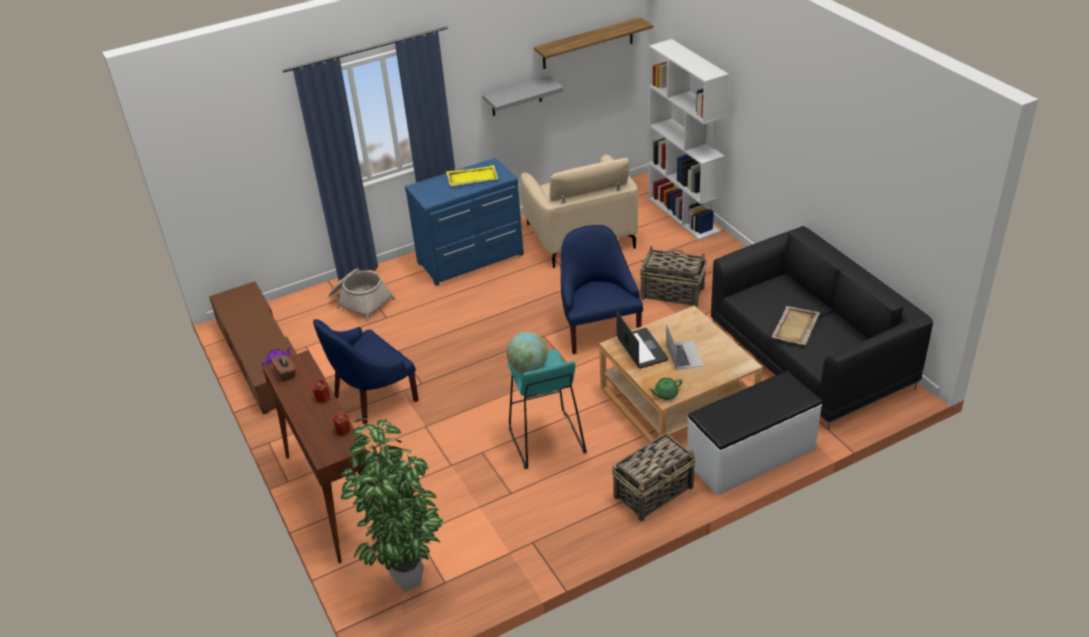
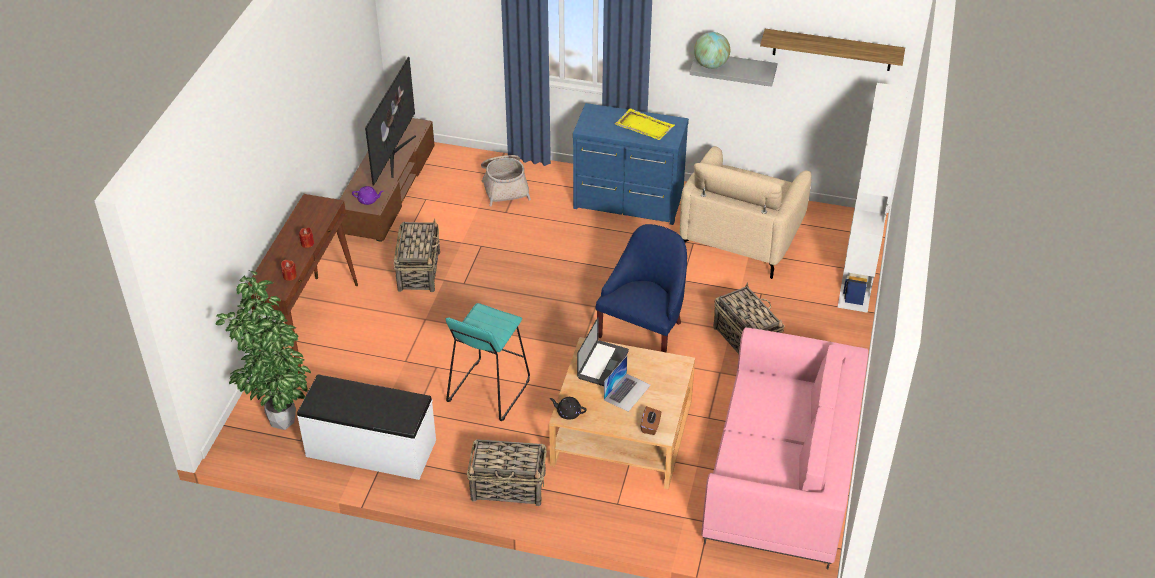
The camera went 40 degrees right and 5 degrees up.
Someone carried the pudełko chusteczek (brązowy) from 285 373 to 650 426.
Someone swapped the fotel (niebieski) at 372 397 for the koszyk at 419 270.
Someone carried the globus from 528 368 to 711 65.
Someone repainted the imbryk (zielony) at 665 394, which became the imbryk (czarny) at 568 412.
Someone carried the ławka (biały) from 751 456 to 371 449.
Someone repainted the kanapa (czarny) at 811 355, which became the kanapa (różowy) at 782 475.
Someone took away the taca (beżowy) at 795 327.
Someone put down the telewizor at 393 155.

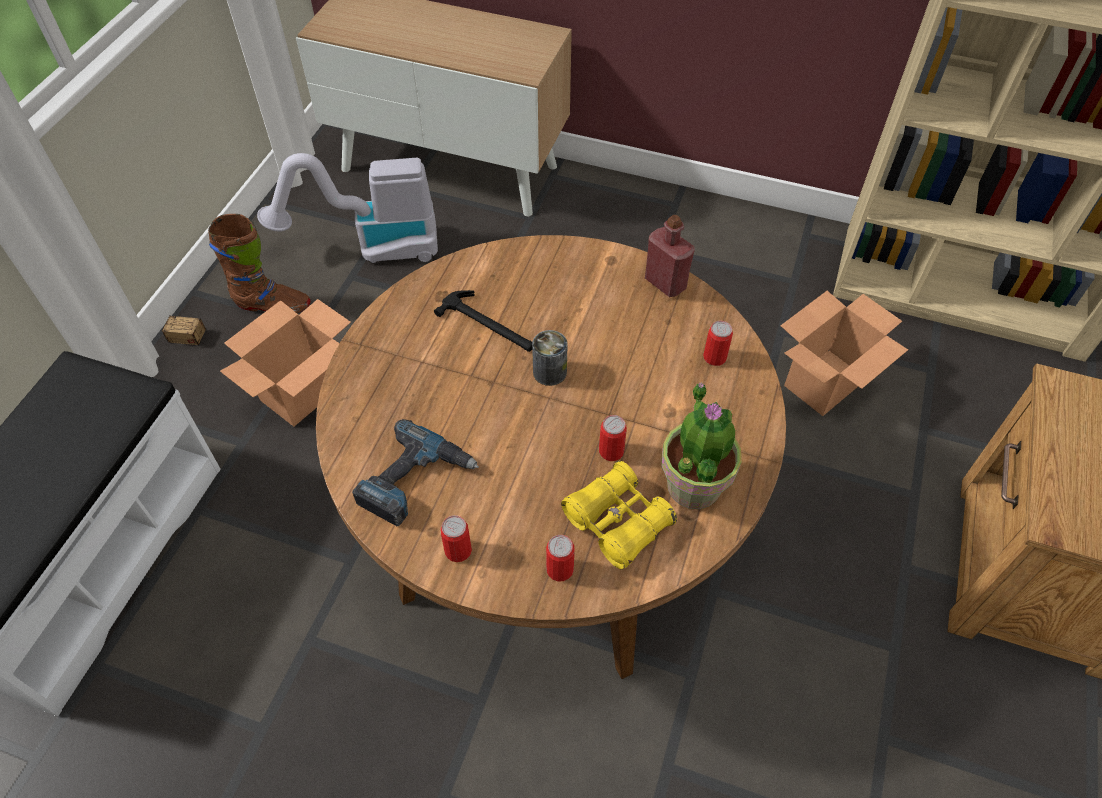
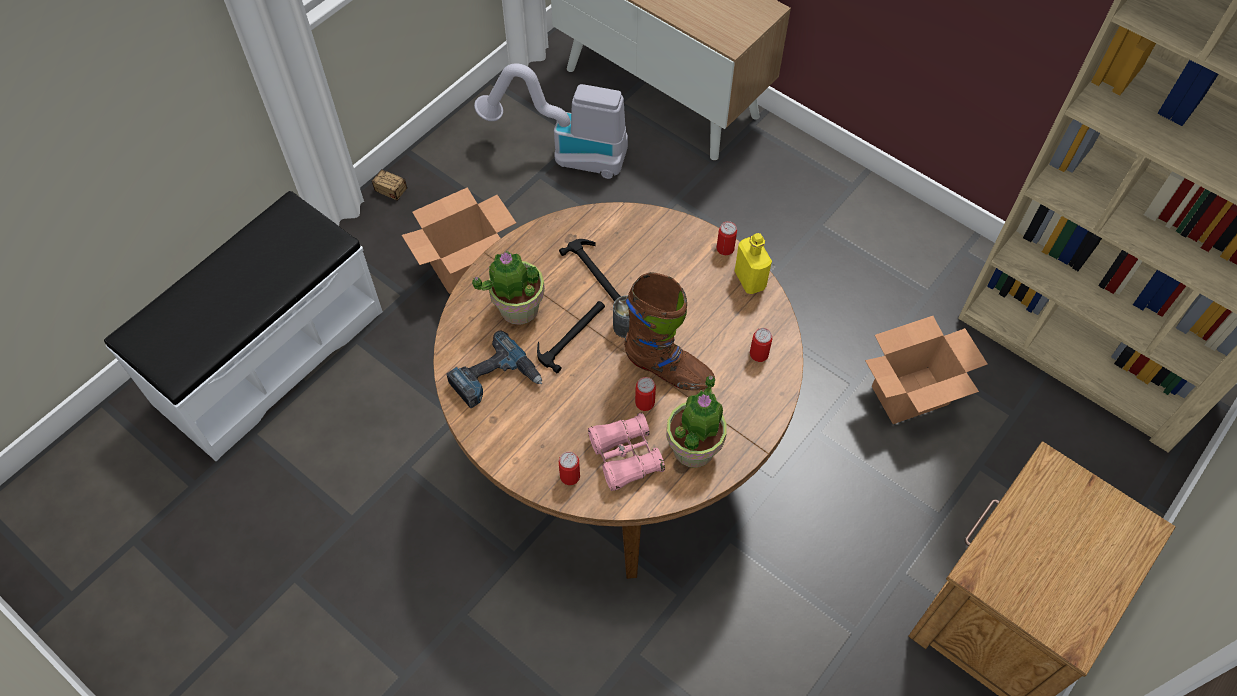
The camera went 20 degrees right and 5 degrees up.
Someone carried the but z cholewką (brązowy) from 272 305 to 668 369.
Someone carried the puszka from 458 550 to 725 248.
Someone repainted the lornetka (żółty) at 617 522, which became the lornetka (różowy) at 625 456.
Someone repainted the butelka (czerwony) at 665 283, which became the butelka (żółty) at 750 280.
Someone put down the roślina doniczkowa at 518 308.
Someone put down the młotek at 572 334.

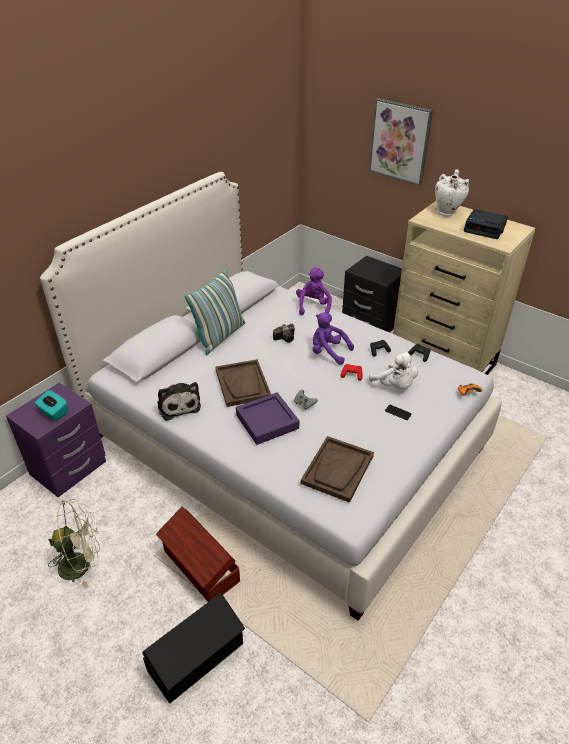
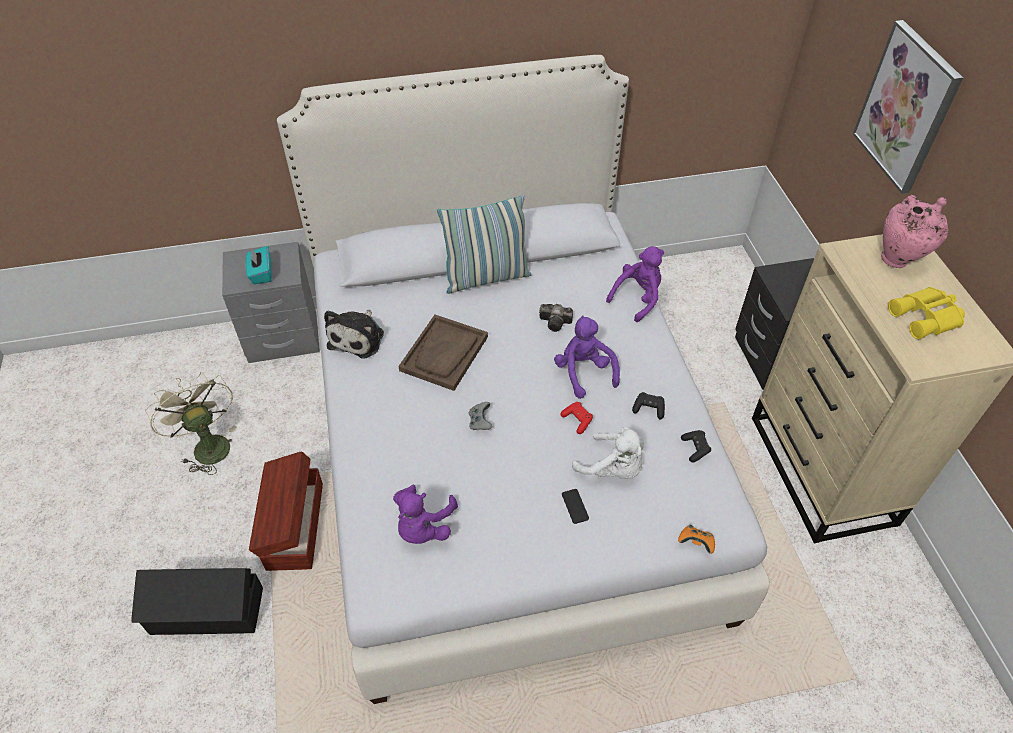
The camera went 40 degrees right and 10 degrees up.
Someone repainted the szafka nocna (fioletowy) at 68 468, which became the szafka nocna (szary) at 283 338.
Someone rotated the wentylator (beżowy) at 82 563 by 150 degrees counterclockwise.
Someone took away the taca (fioletowy) at 267 422.
Someone swapped the taca (brązowy) at 337 470 for the pluszak (fioletowy) at 423 527.
Someone rotated the pluszak (biały) at 394 386 by 60 degrees counterclockwise.
Someone repainted the wazon (biały) at 447 213, which became the wazon (różowy) at 898 260.
Someone swapped the budzik at 485 228 for the lornetka (żółty) at 926 318.

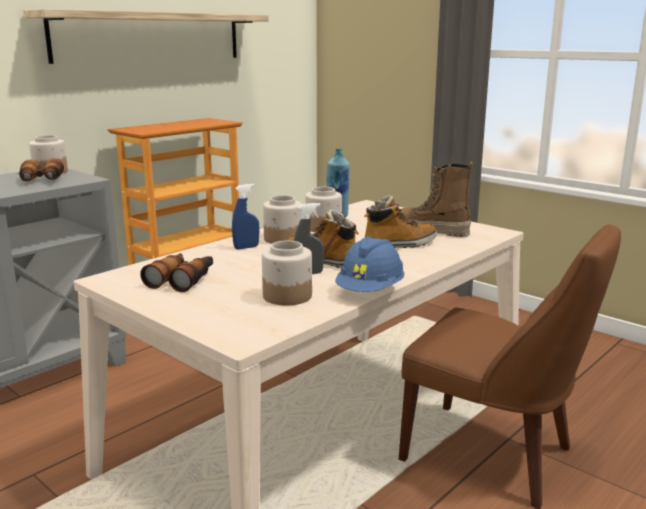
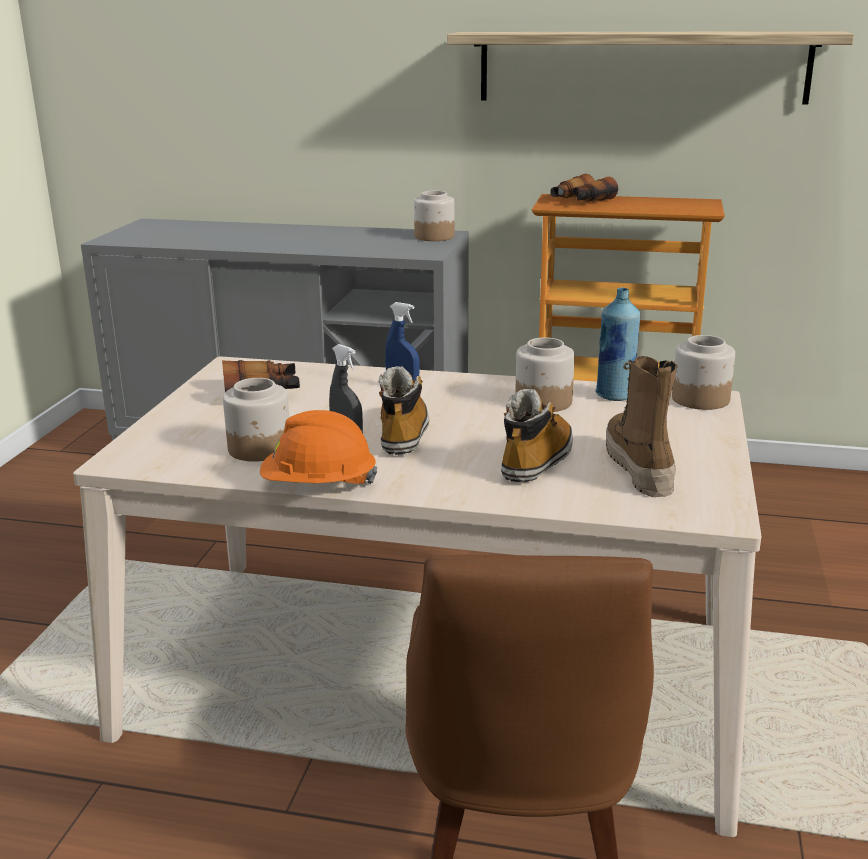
The camera went 60 degrees right and 5 degrees up.
Someone carried the lornetka from 41 181 to 580 201.
Someone carried the słoik from 283 239 to 700 399.
Someone repainted the kask (niebieski) at 370 291, which became the kask (pomarańczowy) at 318 486.
Someone rotated the but z cholewką at 400 244 by 105 degrees counterclockwise.

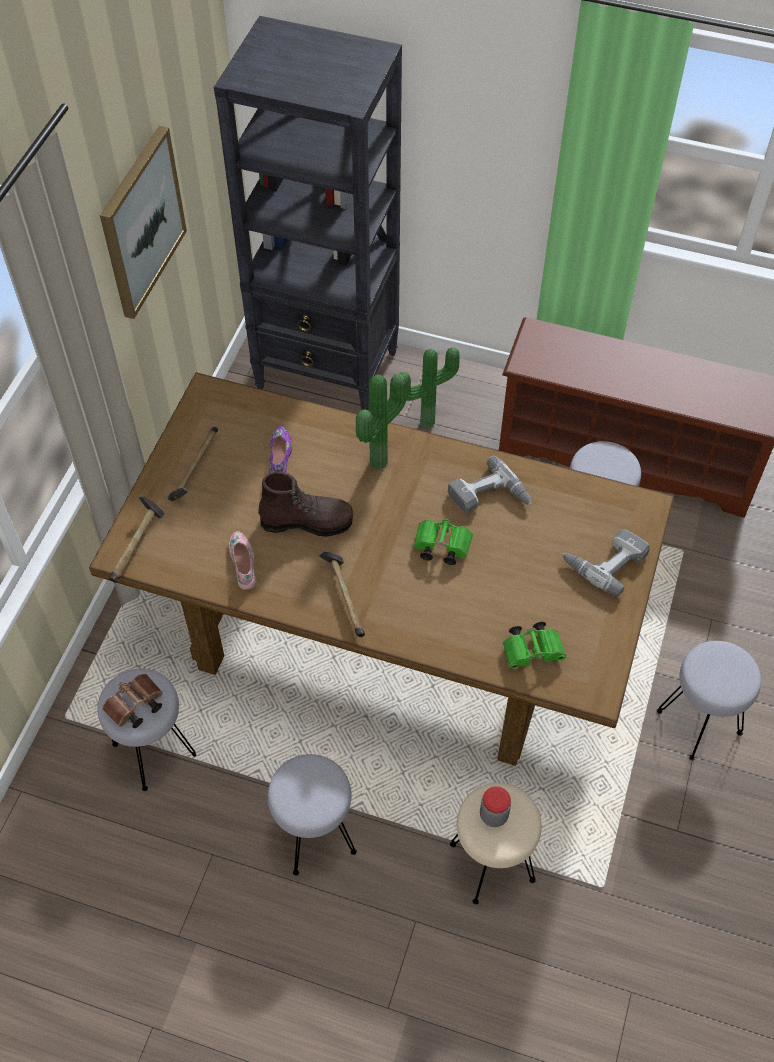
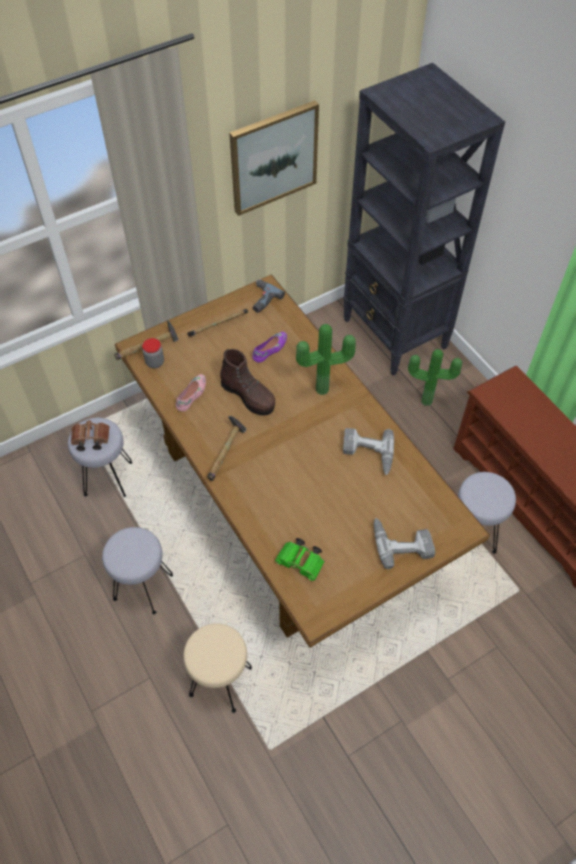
The camera went 40 degrees right and 0 degrees up.
Someone took away the lornetka (zielony) at 440 547.
Someone carried the słoik from 493 815 to 155 362.
Someone took away the stołek (szary) at 699 723.
Someone put down the wiertarka at 261 299.

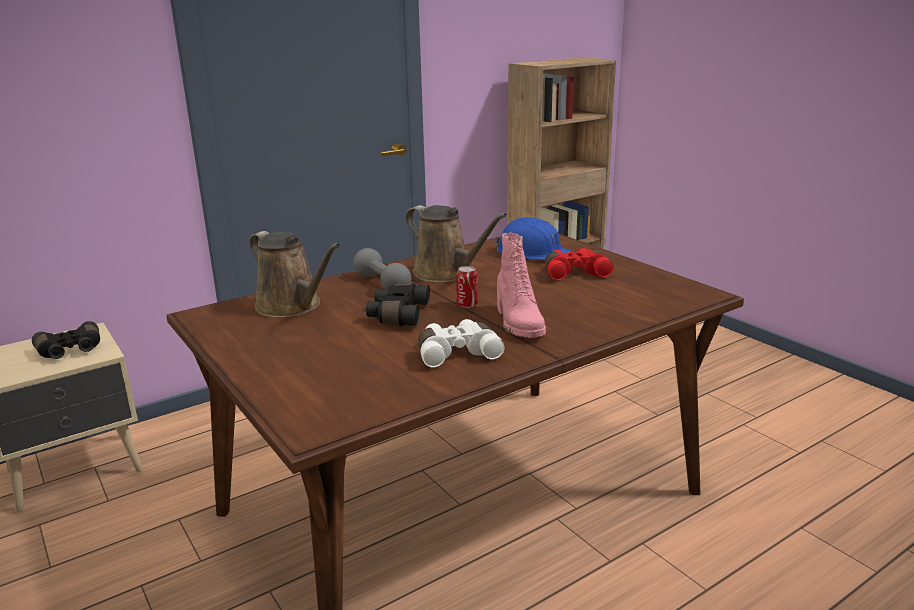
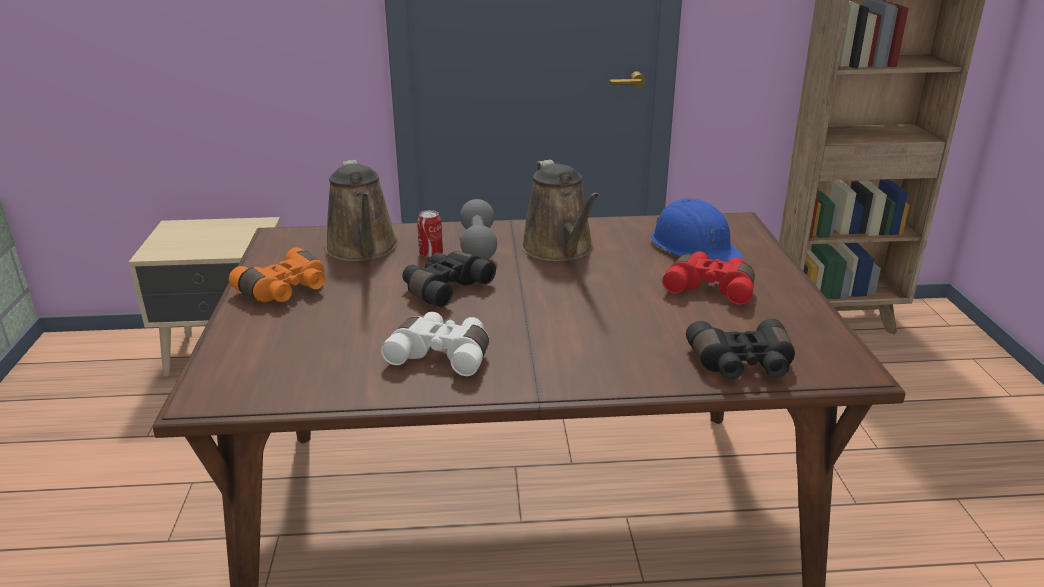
The camera went 30 degrees right and 5 degrees up.
Someone carried the lornetka (czarny) from 70 351 to 742 365.
Someone carried the puszka from 467 305 to 431 254.
Someone took away the but z cholewką (różowy) at 518 323.
Someone put down the lornetka (pomarańczowy) at 286 290.

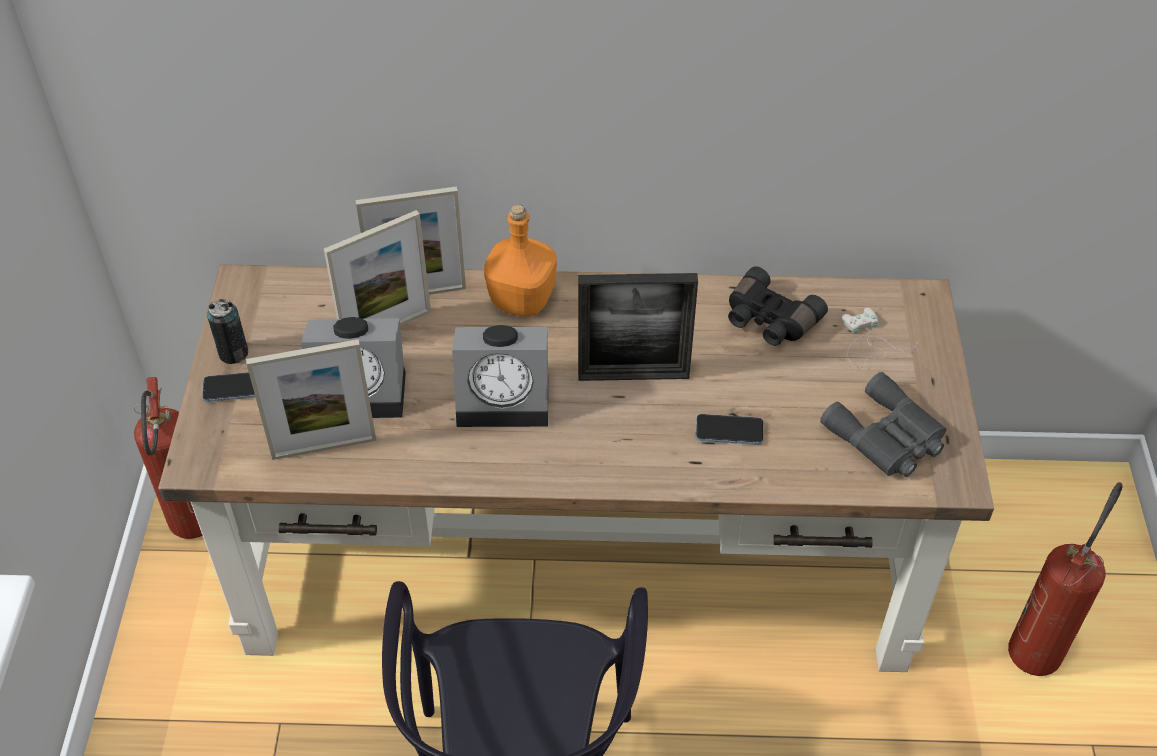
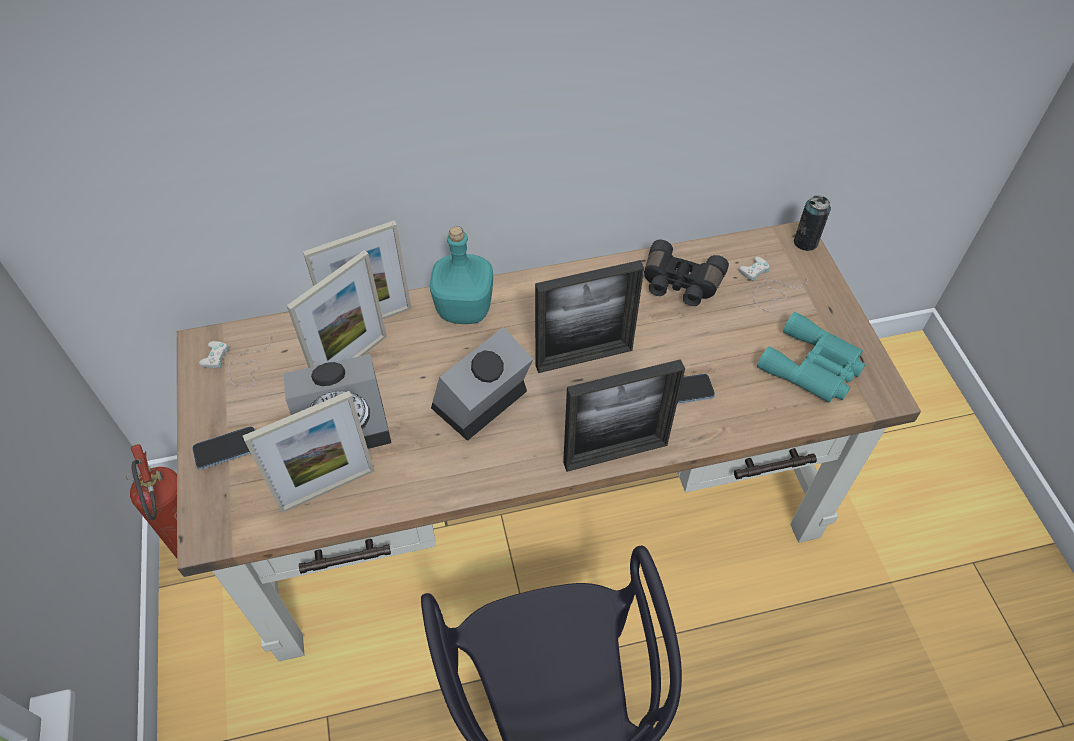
The camera went 15 degrees left and 5 degrees up.
Someone carried the puszka from 233 353 to 805 242.
Someone rotated the budzik at 506 399 by 150 degrees clockwise.
Someone repainted the butelka (pomarańczowy) at 522 299, which became the butelka (turkusowy) at 464 308.
Someone repainted the lornetka (szary) at 887 437, which became the lornetka (turkusowy) at 813 367.
Someone took away the gaśnica at 1040 643.
Someone put down the pad do gier (biały) at 237 364.
Someone put down the ramka na zdjęcie at 615 454.

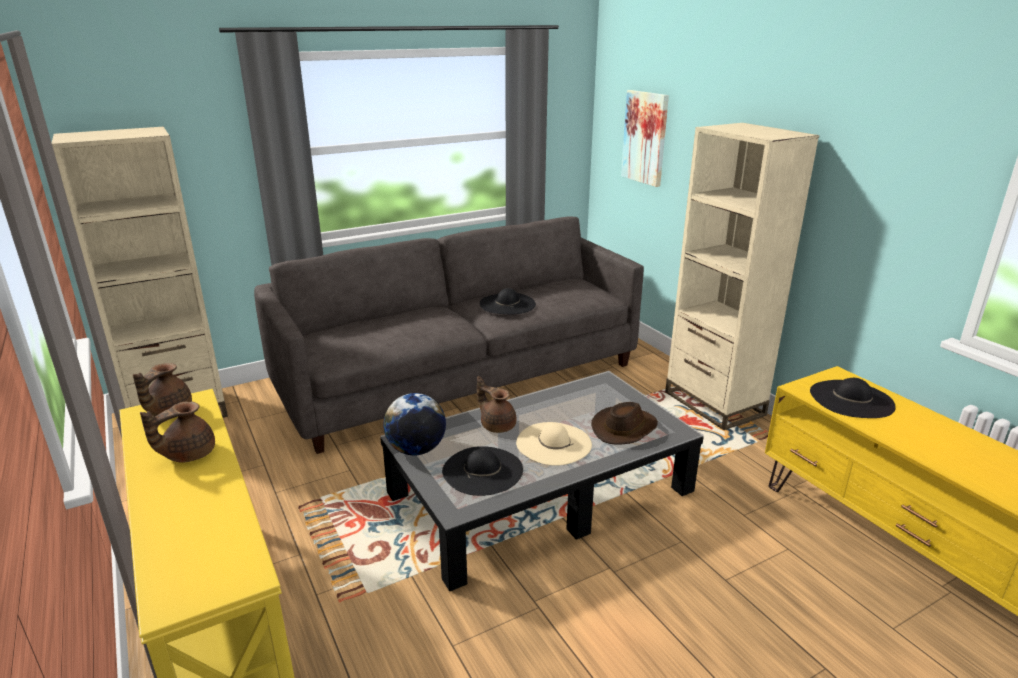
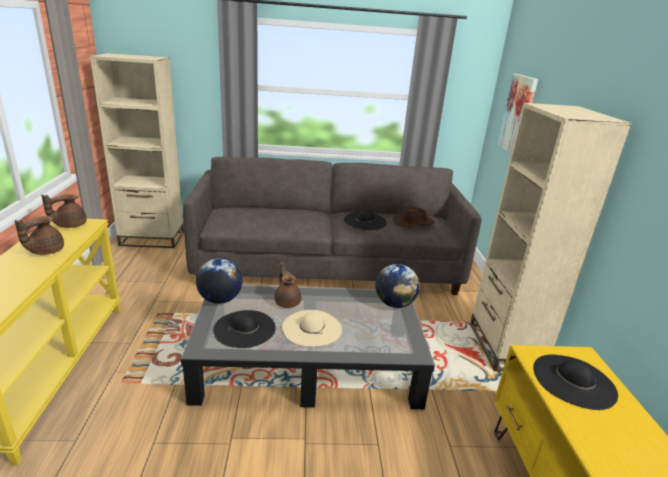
The camera went 25 degrees right and 0 degrees up.
Someone rotated the imbryk (brązowy) at 188 454 by 45 degrees counterclockwise.
Someone carried the kapelusz (brązowy) from 624 428 to 413 222.
Someone put down the globus at 394 304.

